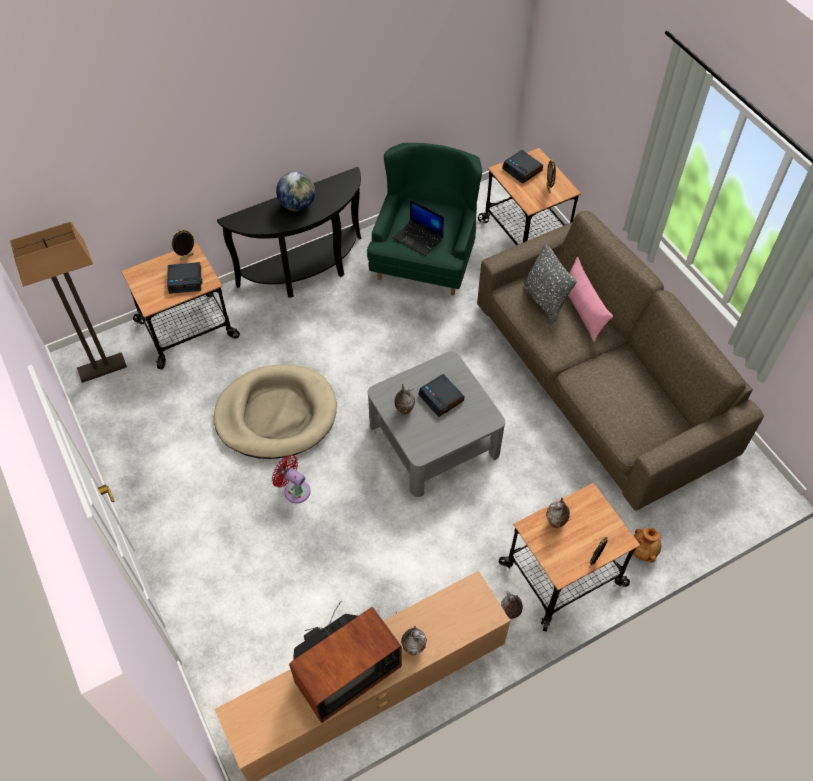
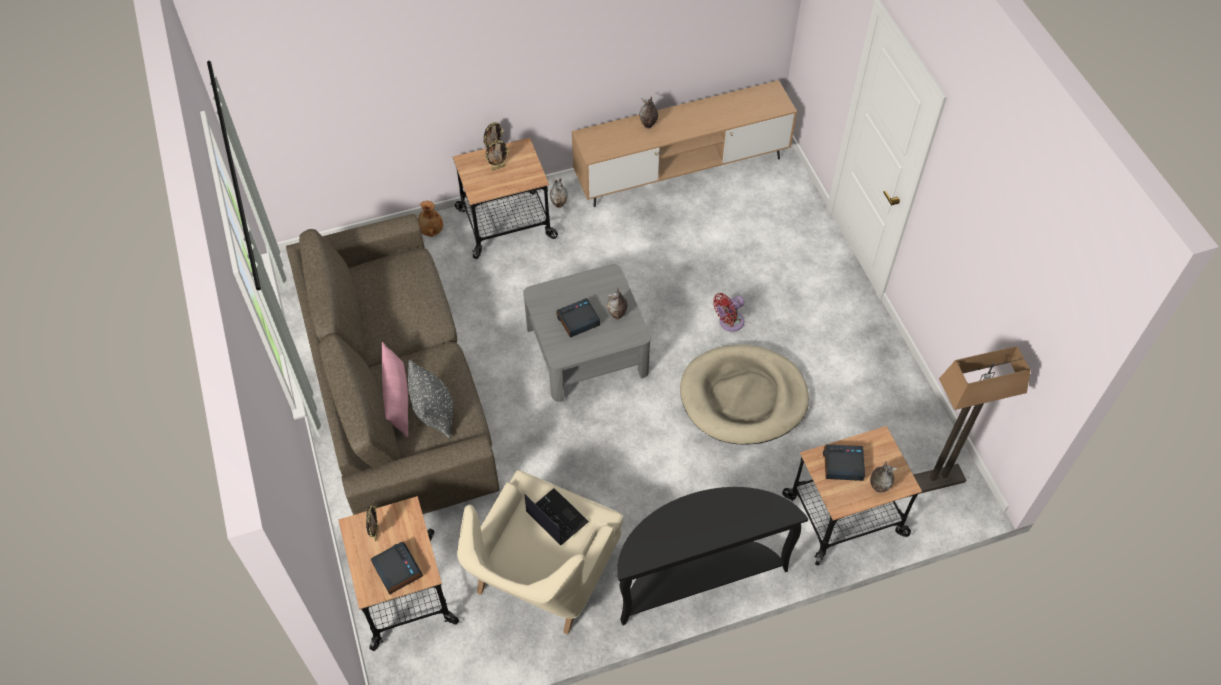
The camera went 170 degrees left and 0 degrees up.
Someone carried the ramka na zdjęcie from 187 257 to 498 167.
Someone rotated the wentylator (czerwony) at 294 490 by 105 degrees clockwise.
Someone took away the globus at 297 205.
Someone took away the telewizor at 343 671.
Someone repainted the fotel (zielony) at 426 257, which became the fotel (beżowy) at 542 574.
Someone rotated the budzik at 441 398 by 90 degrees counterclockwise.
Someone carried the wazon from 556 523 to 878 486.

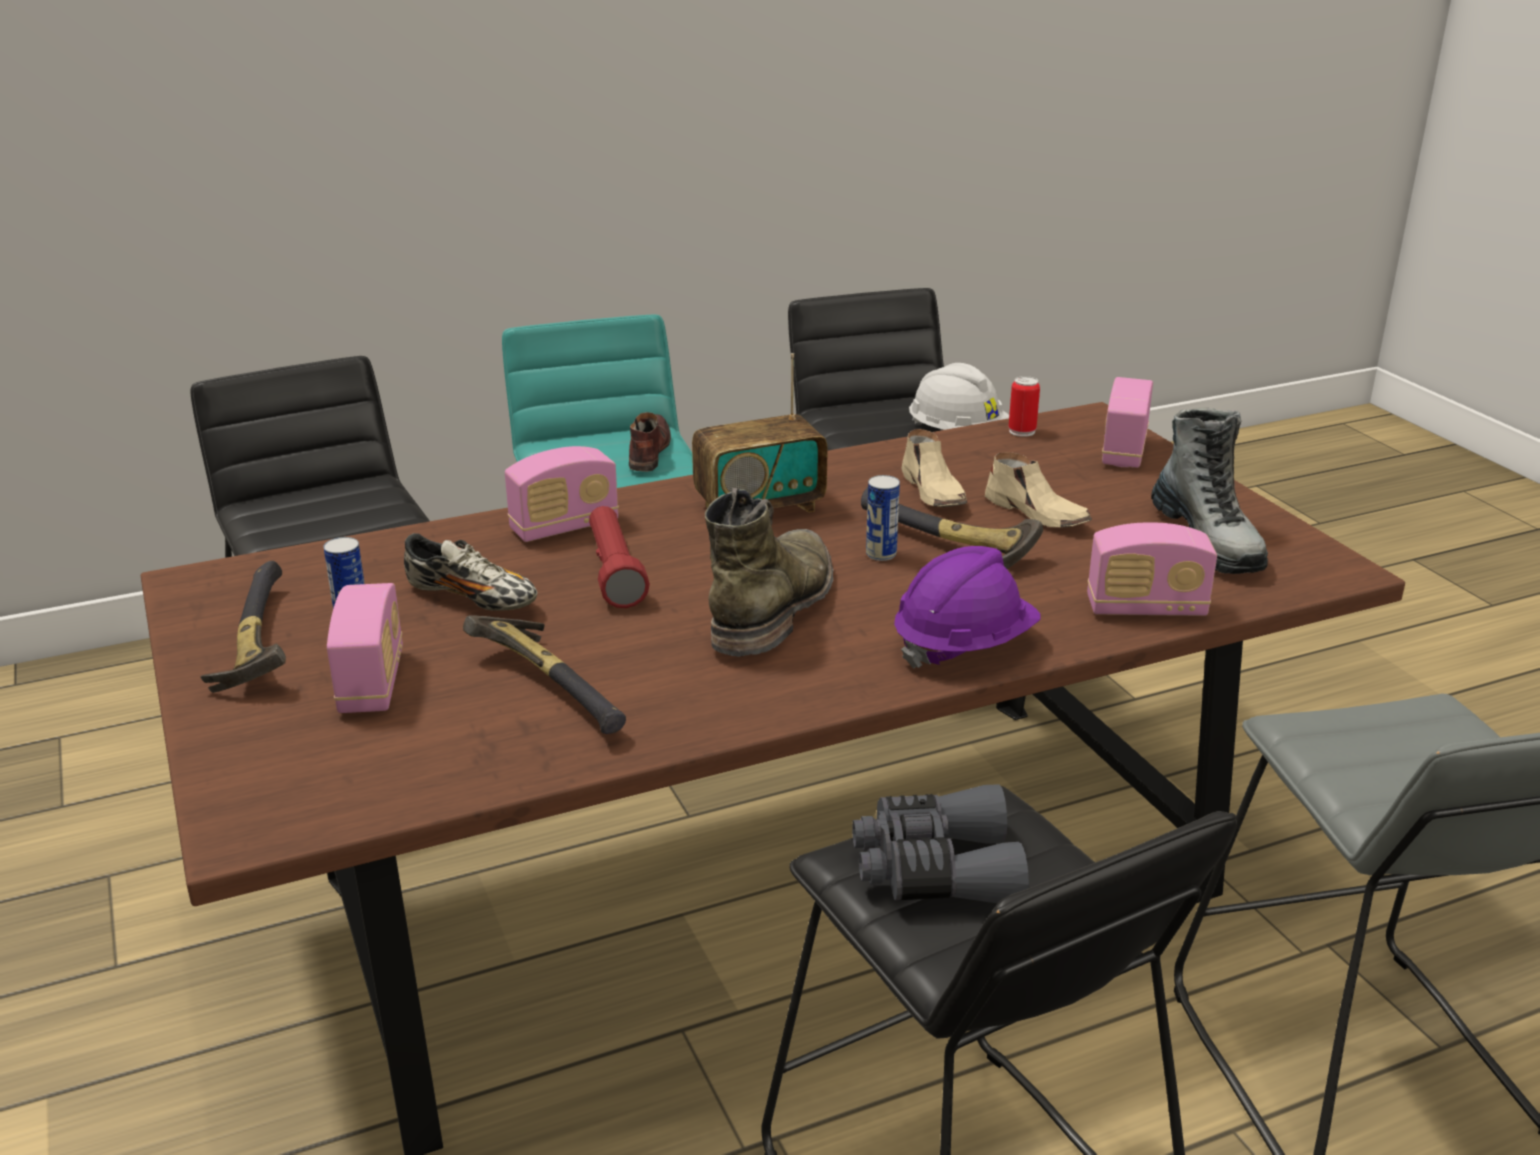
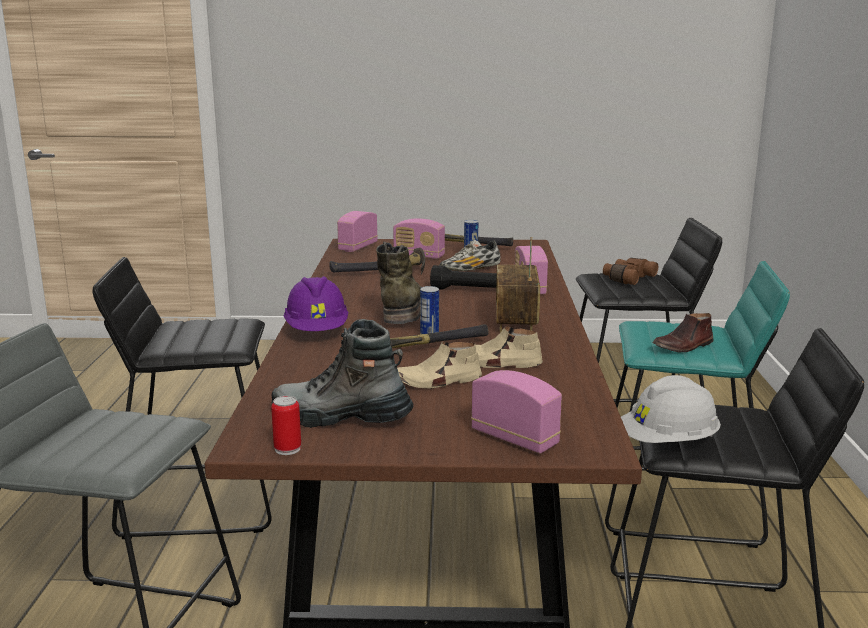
The camera went 115 degrees right and 10 degrees down.
Someone repainted the latarka (czerwony) at 614 572, which became the latarka (czarny) at 470 290.
Someone rotated the but (brązowy) at 648 452 by 120 degrees clockwise.
Someone rotated the but z cholewką (zielony) at 774 606 by 135 degrees counterclockwise.
Someone took away the lornetka (szary) at 935 869.
Someone carried the puszka from 1022 431 to 287 449.
Someone carried the radio from 1146 609 to 358 247.
Someone put down the lornetka (brązowy) at 627 278.

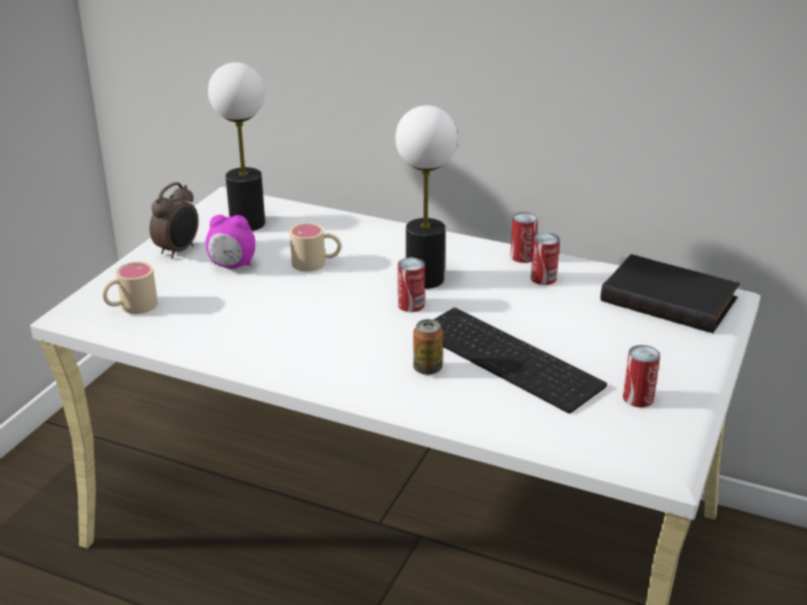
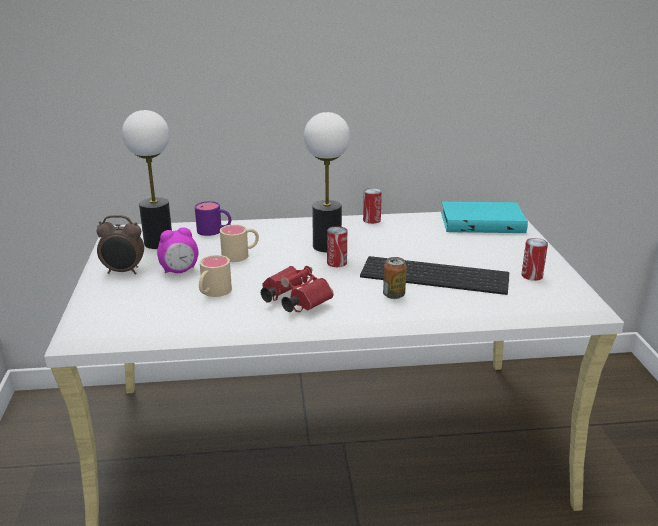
The camera went 30 degrees left and 5 degrees down.
Someone carried the kubek (beżowy) from 131 307 to 213 293.
Someone rotated the budzik at 178 250 by 90 degrees clockwise.
Someone took away the puszka at 543 278.
Someone repainted the książka (czarny) at 670 299, which became the książka (turkusowy) at 482 222.
Someone put down the kubek (fioletowy) at 215 231.
Someone put down the lornetka (czerwony) at 293 301.

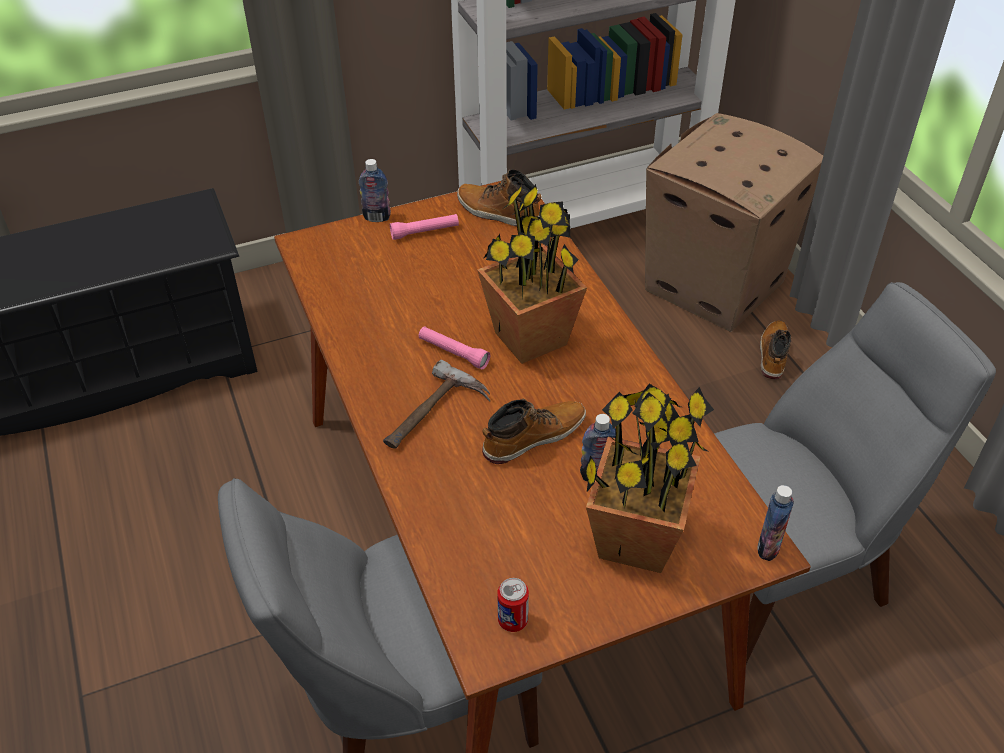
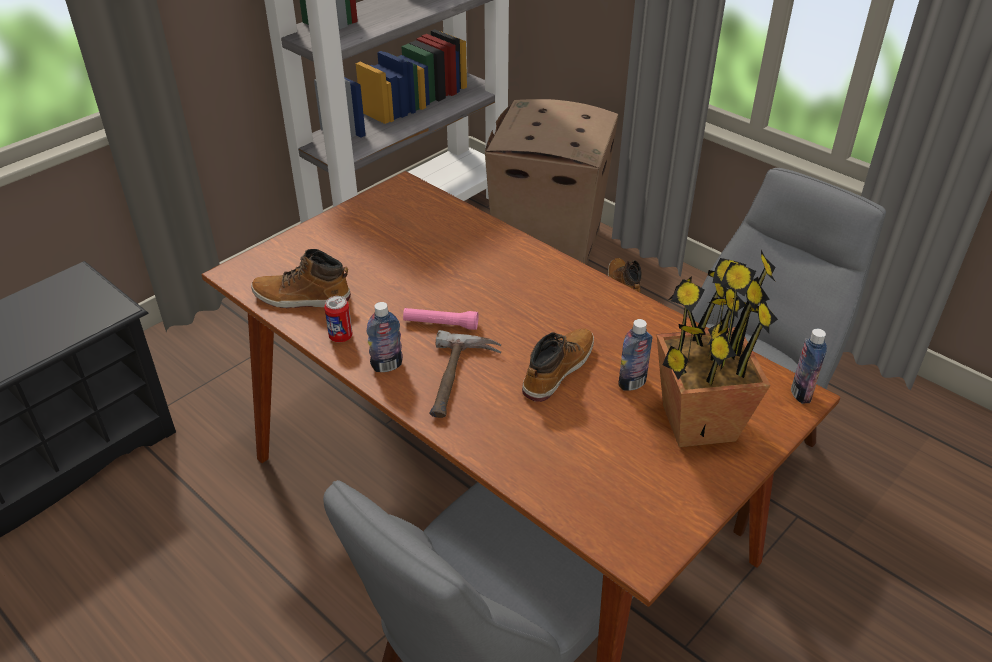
The camera went 25 degrees left and 5 degrees down.
Someone carried the butelka from 377 217 to 387 365.
Someone took away the latarka (różowy) at 425 232.
Someone carried the but z cholewką from 497 212 to 301 298.
Someone took away the roślina doniczkowa at 530 338.
Someone carried the puszka from 513 620 to 340 336.

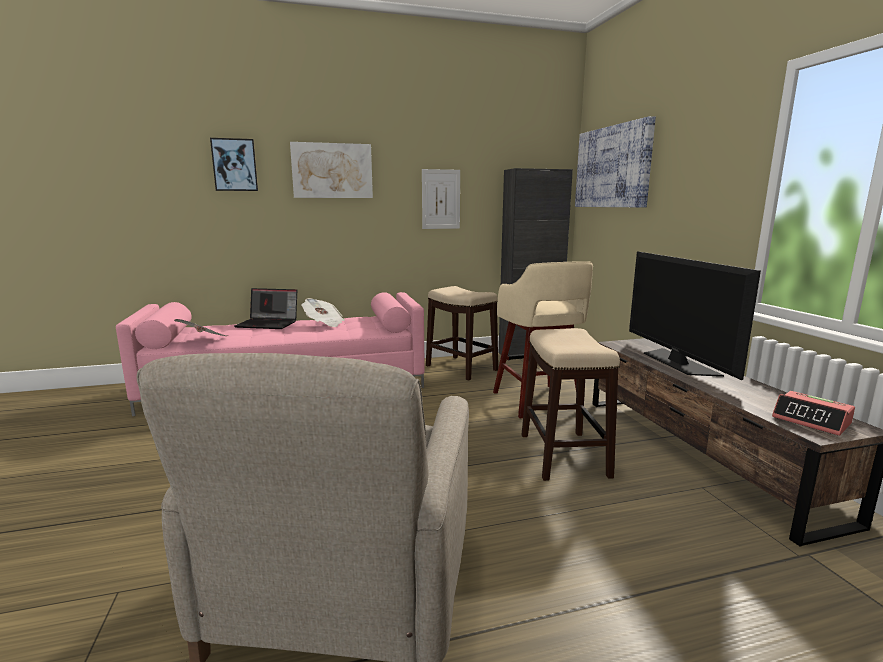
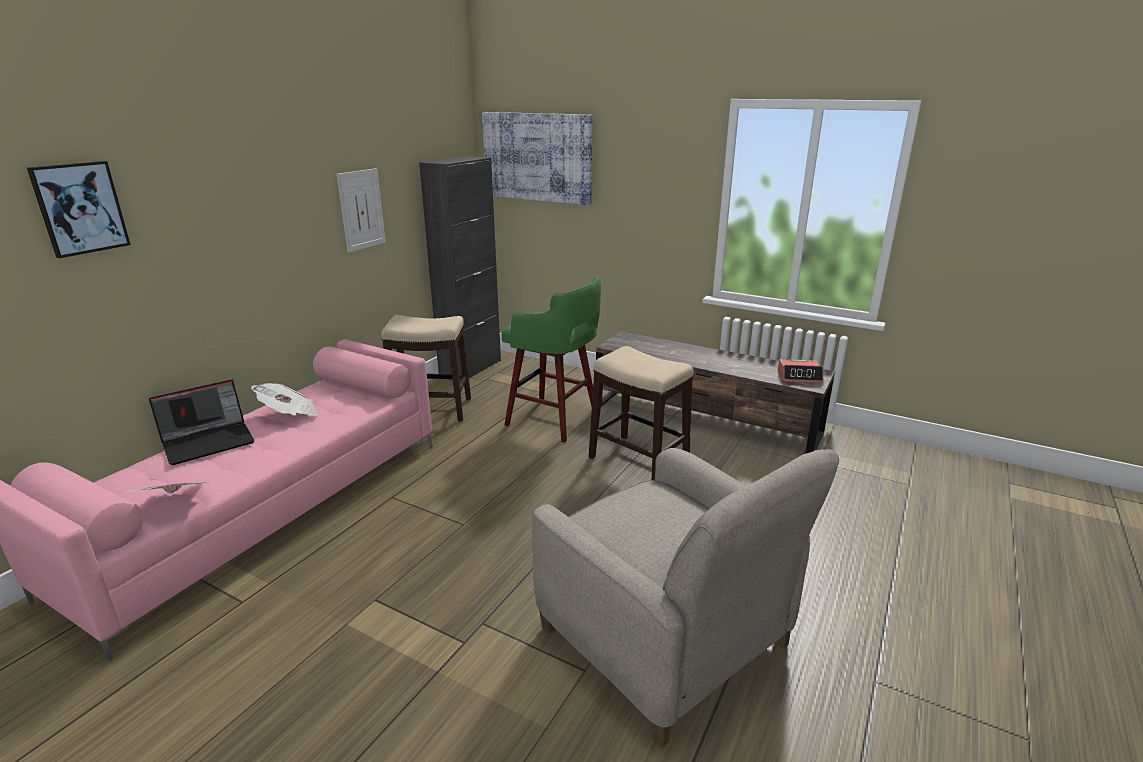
The camera went 45 degrees left and 10 degrees up.
Someone took away the obraz at 332 171.
Someone repainted the stołek (beżowy) at 537 402, which became the stołek (zielony) at 554 420.
Someone took away the telewizor at 677 362.

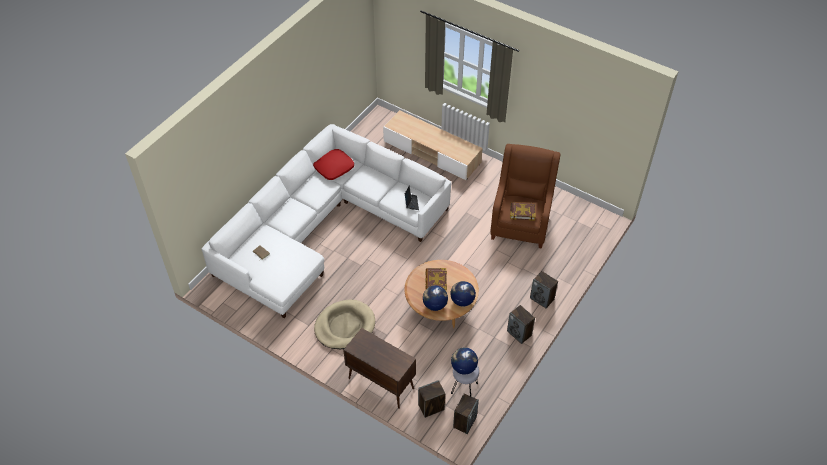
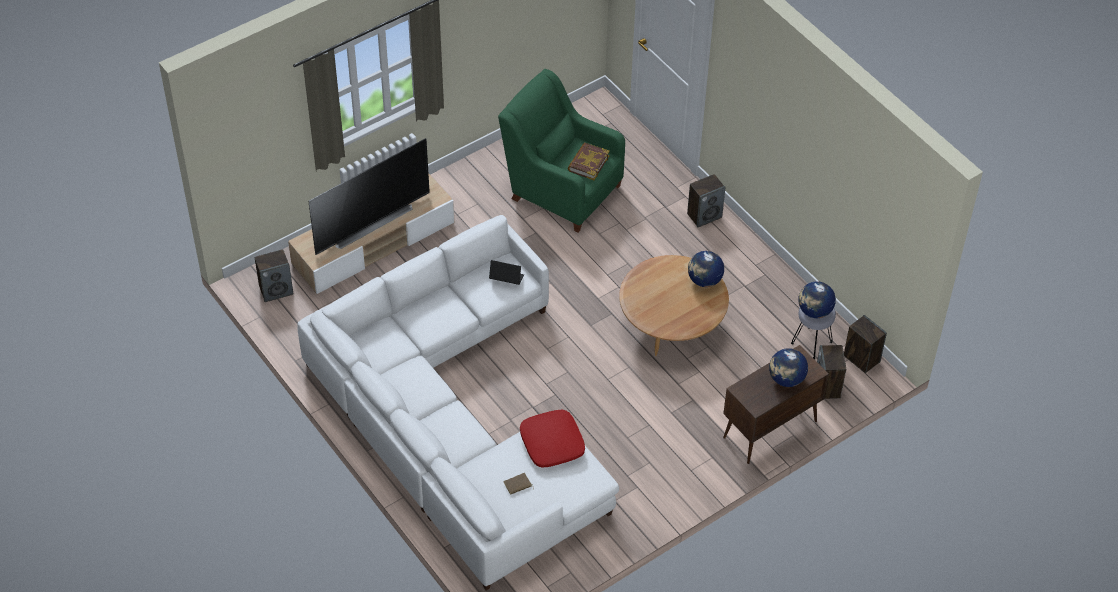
The camera went 70 degrees left and 0 degrees up.
Someone carried the poduszka (czerwony) from 334 167 to 551 443.
Someone took away the legowisko (beżowy) at 345 326.
Someone carried the globus from 434 305 to 786 379.
Someone took away the książka at 435 281.
Someone repainted the fotel (brązowy) at 521 221, which became the fotel (zielony) at 562 189.
Someone carried the głośnik from 519 333 to 276 290.
Someone put down the telewizor at 370 222.

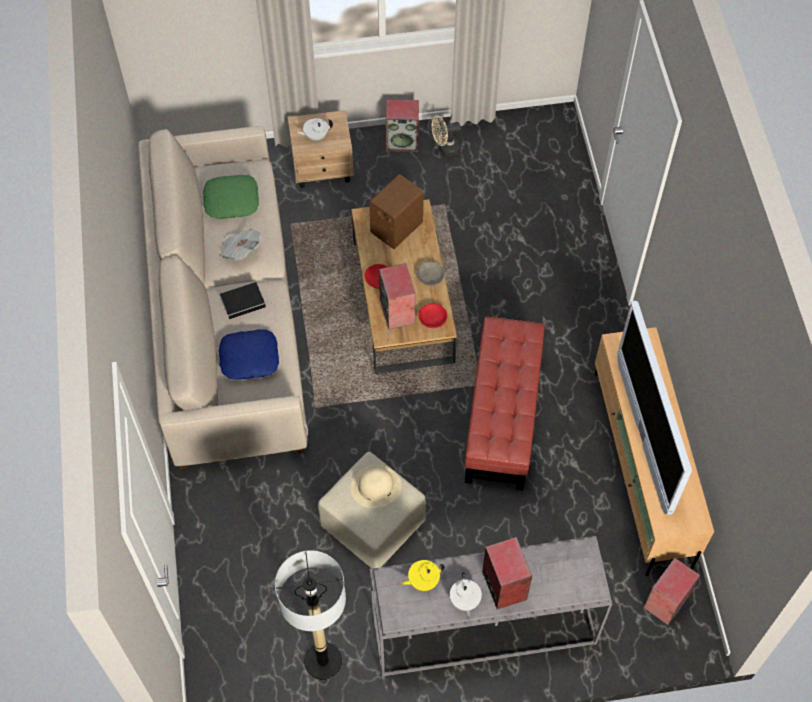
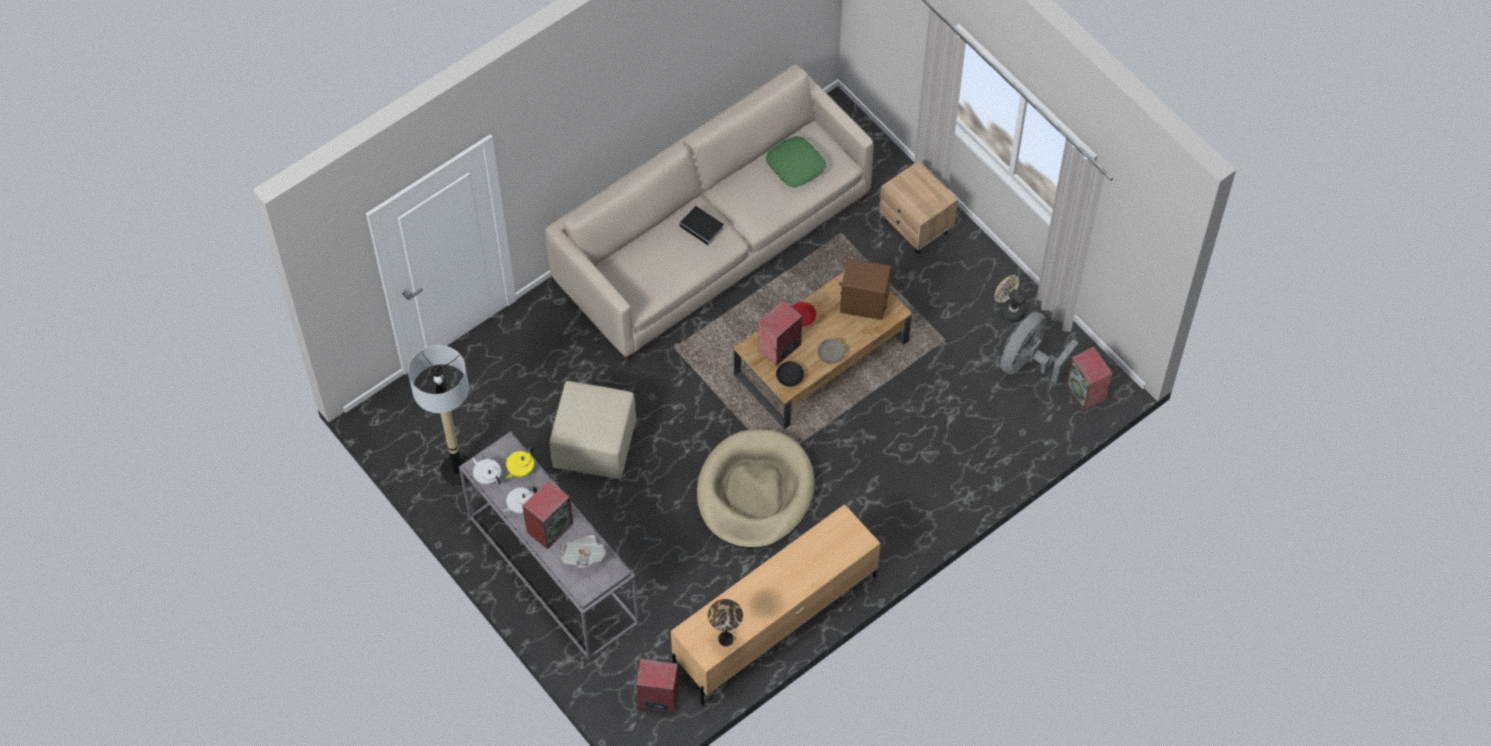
The camera went 60 degrees right and 0 degrees up.
Someone took away the poduszka (niebieski) at 249 357.
Someone carried the gazeta from 240 250 to 584 556.
Someone carried the imbryk (biały) from 315 136 to 488 477.
Someone took away the kapelusz (beżowy) at 375 487.
Someone carried the głośnik from 403 141 to 1086 392.
Someone rotated the imbryk (żółty) at 423 580 by 90 degrees counterclockwise.
Someone repainted the miska (czerwony) at 432 318, which became the miska (czarny) at 789 376.
Someone swapped the pufa (czerwony) at 503 417 for the legowisko (beżowy) at 755 492.
Someone took away the telewizor at 642 435.
Someone put down the lampa stołowa at 725 639.
Someone put down the wentylator (szary) at 1029 363.

